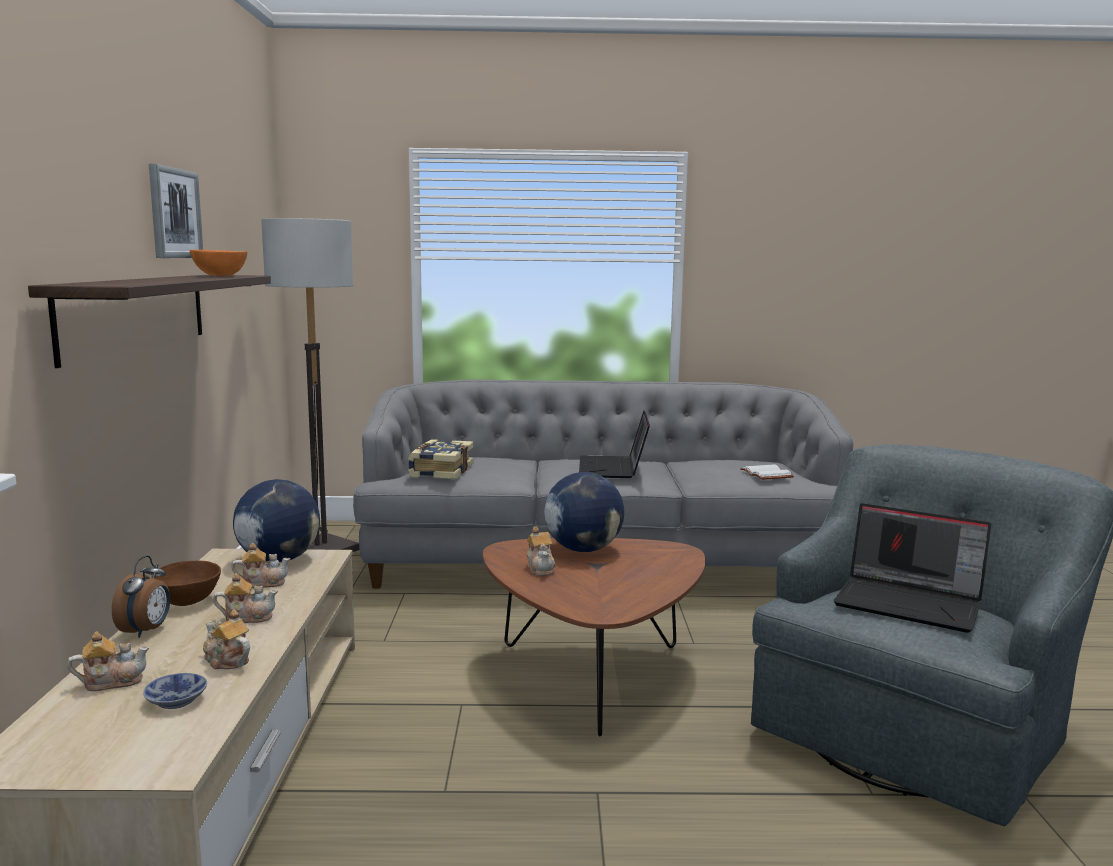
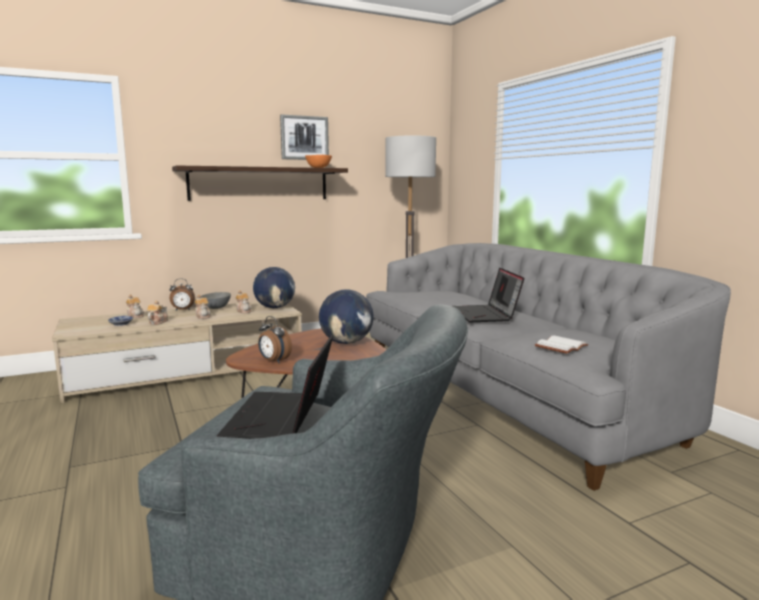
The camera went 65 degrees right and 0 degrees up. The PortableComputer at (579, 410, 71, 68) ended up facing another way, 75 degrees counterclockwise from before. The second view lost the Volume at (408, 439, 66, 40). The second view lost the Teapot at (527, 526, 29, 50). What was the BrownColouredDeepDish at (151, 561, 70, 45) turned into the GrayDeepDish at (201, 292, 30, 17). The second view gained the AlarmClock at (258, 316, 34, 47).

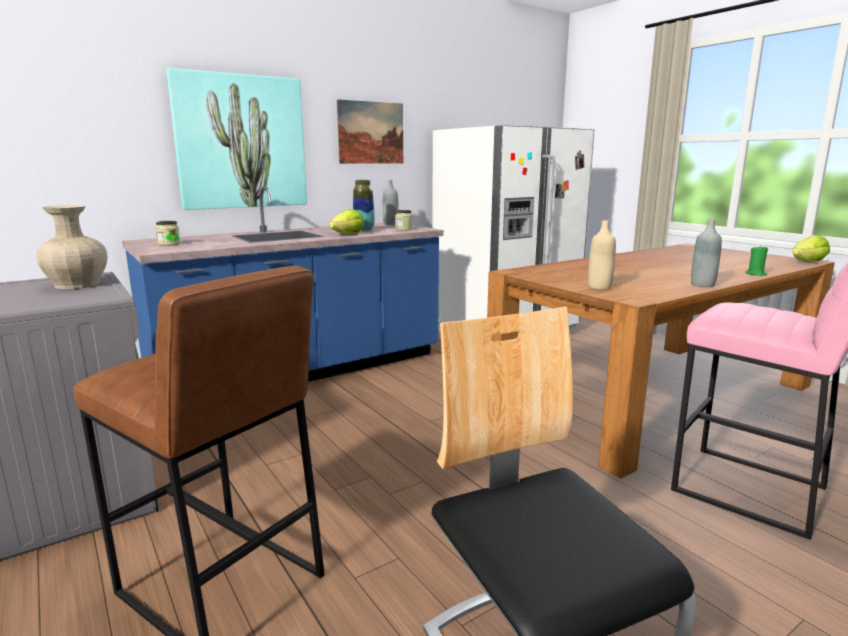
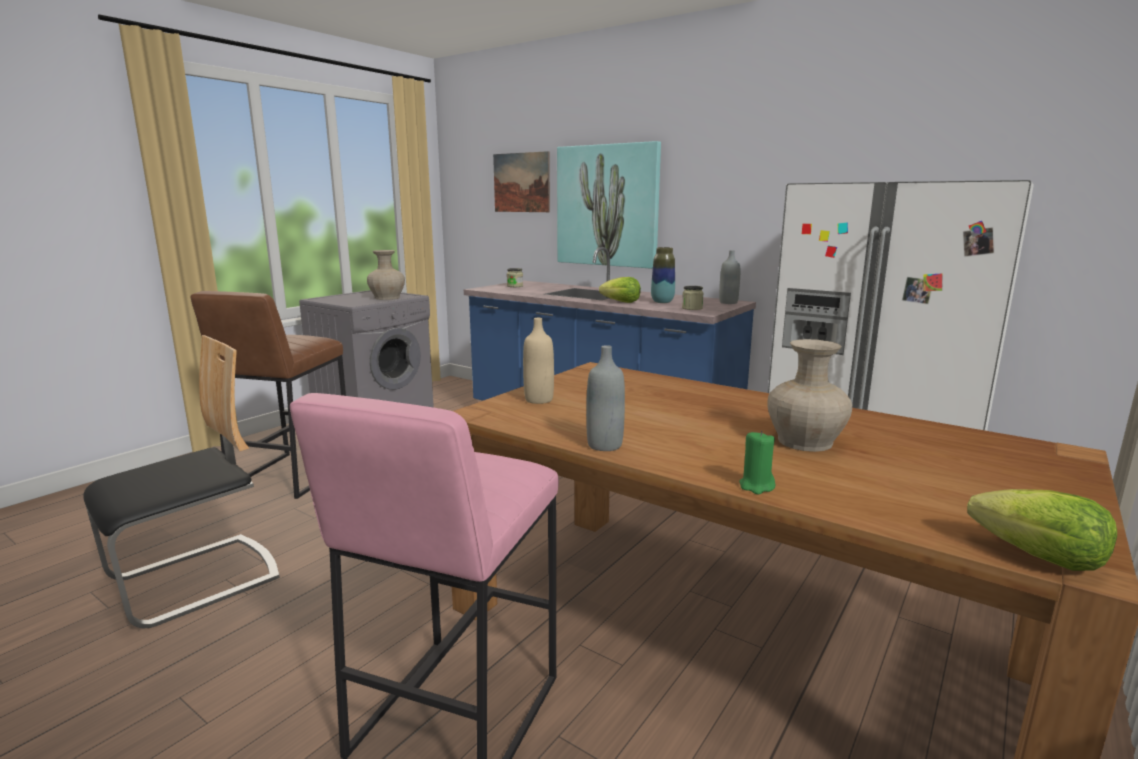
The camera went 70 degrees right and 0 degrees up. The WallPicture ended up elsewhere, having gone from (337, 99, 66, 65) to (493, 151, 57, 61). The second view gained the SandColouredFlowerVase at (767, 339, 85, 113).

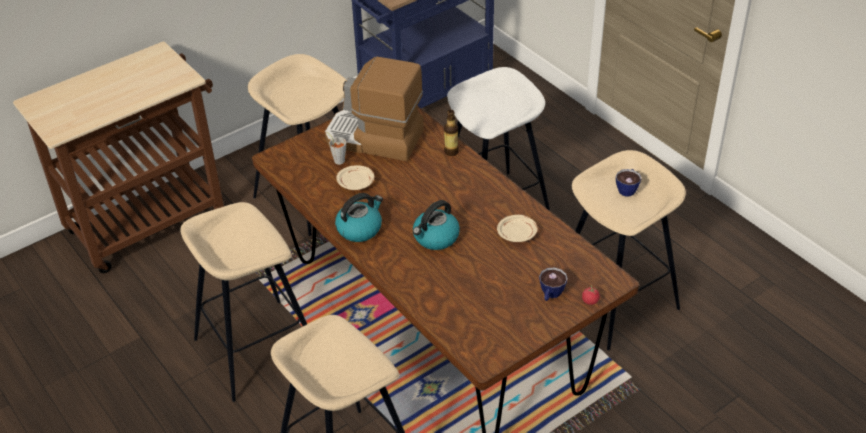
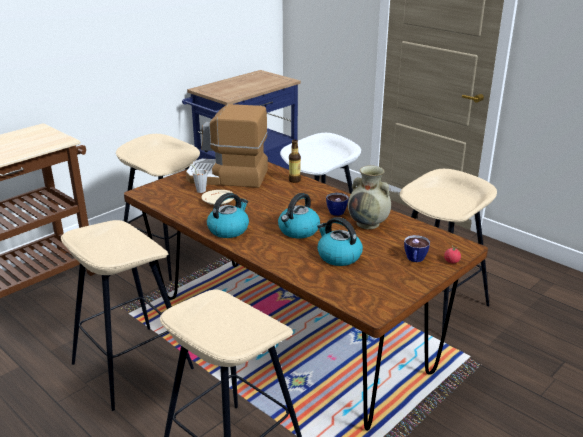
The camera went 10 degrees left and 15 degrees down. The SmallCup ended up elsewhere, having gone from (616, 169, 25, 28) to (326, 193, 23, 23). Where the SandColouredDinnerPlate stood at (497, 215, 40, 27), the SandColouredFlowerVase came to stand at (348, 166, 43, 63). The second view gained the WaterKettle at (317, 217, 46, 49).

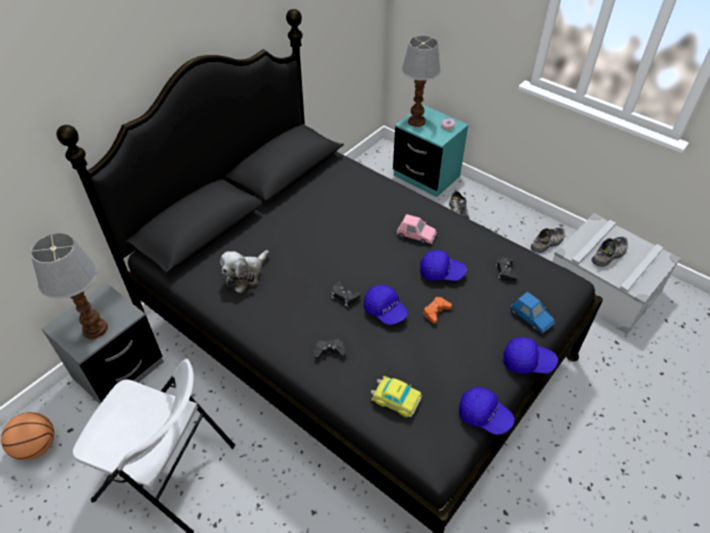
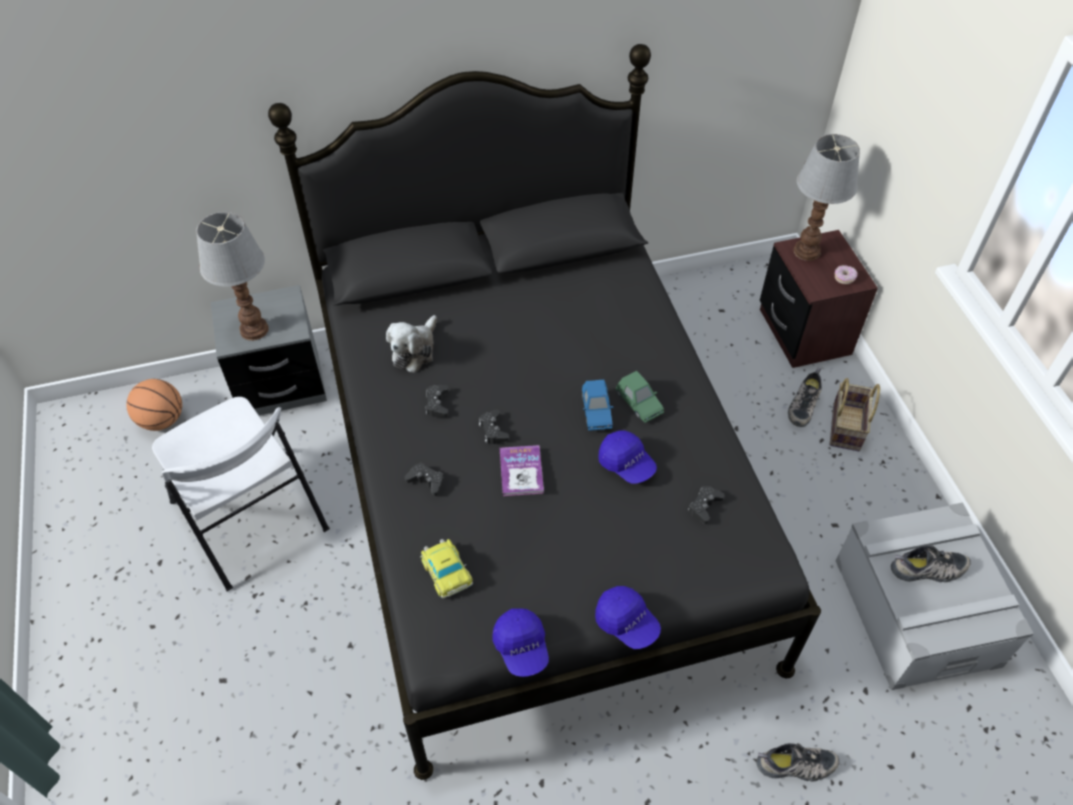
The camera went 35 degrees right and 5 degrees up. What was the BlueGreenNightTable at (393, 105, 75, 92) turned into the BrownColouredNightTable at (760, 230, 118, 138). What was the PinkishMiniatureCar at (397, 214, 40, 30) turned into the GreenColouredMiniatureCar at (616, 371, 48, 52). The ItemOfFootwear ended up elsewhere, having gone from (531, 227, 34, 26) to (756, 743, 84, 39). The PlushToy at (220, 250, 49, 43) ended up facing another way, 45 degrees counterclockwise from before. Where the BlueColouredCap stood at (364, 285, 44, 40), the Volume came to stand at (500, 445, 44, 51). The BlueColouredMiniatureCar ended up elsewhere, having gone from (510, 292, 45, 41) to (582, 380, 32, 51). The second view lost the OrangeyGamepad at (423, 297, 29, 26). The second view gained the StorageBasket at (830, 378, 50, 73). The second view gained the BlackishGamepad at (426, 385, 23, 32).

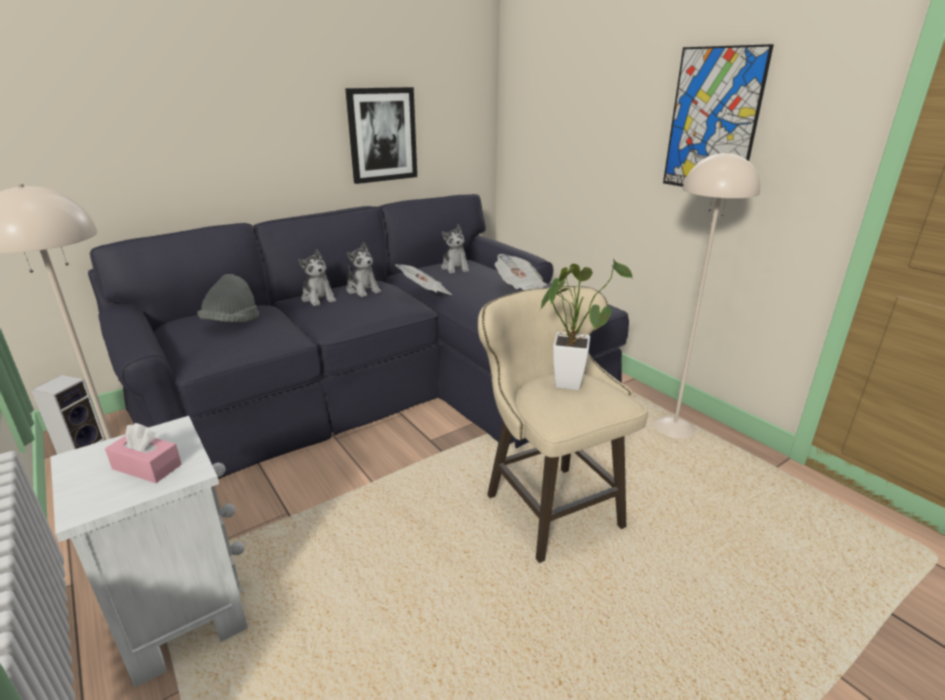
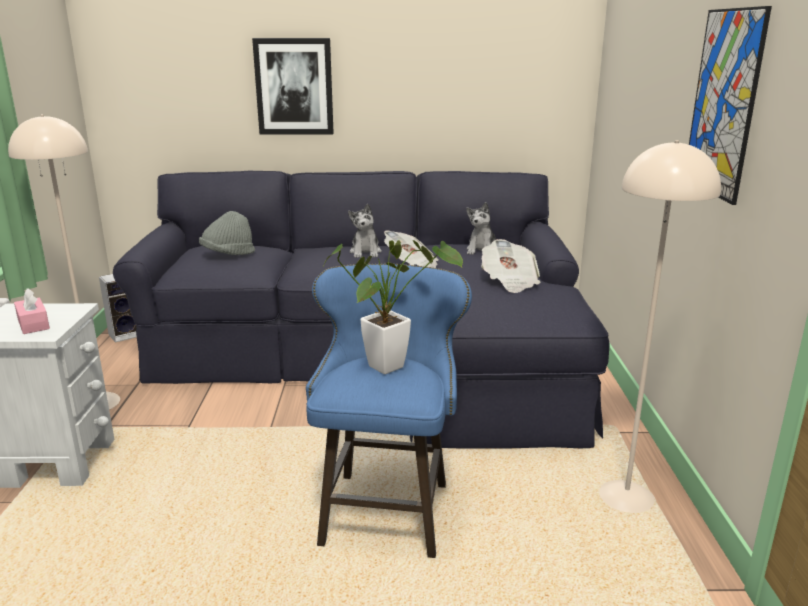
The camera went 35 degrees right and 5 degrees down. The WallPicture ended up elsewhere, having gone from (345, 87, 72, 97) to (252, 38, 82, 96). The second view lost the PlushToy at (298, 249, 38, 57). What was the SandColouredStoolSeat at (478, 286, 170, 277) turned into the BlueColouredStoolSeat at (306, 264, 166, 294).

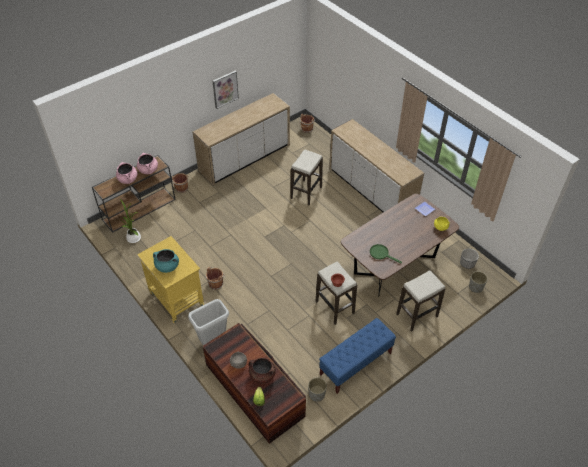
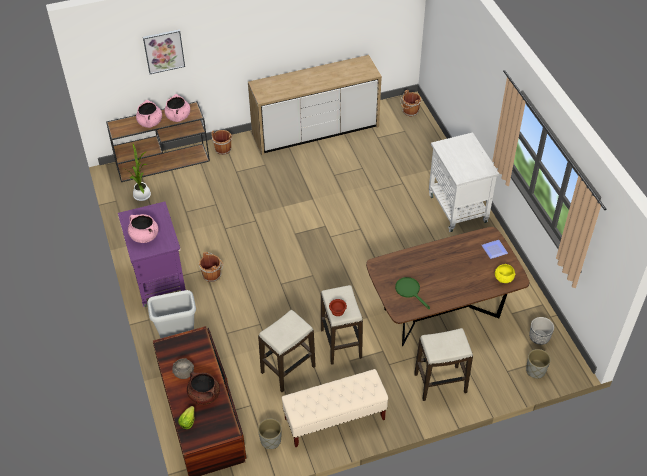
The camera went 20 degrees right and 0 degrees up. The WallPicture ended up elsewhere, having gone from (213, 71, 26, 38) to (143, 29, 42, 45). Where the DrawerChest stood at (329, 119, 95, 93), the WhitishCart came to stand at (429, 132, 71, 100). The StoolSeat ended up elsewhere, having gone from (290, 150, 33, 55) to (258, 310, 58, 82). What was the YellowCart at (137, 236, 67, 87) turned into the PurpleCart at (118, 202, 68, 105). What was the BlueGreenSaucepot at (153, 249, 26, 24) turned into the PinkishSaucepot at (128, 214, 31, 29). What was the BlueColouredLongSeat at (319, 318, 77, 76) turned into the SandColouredLongSeat at (282, 369, 106, 78).

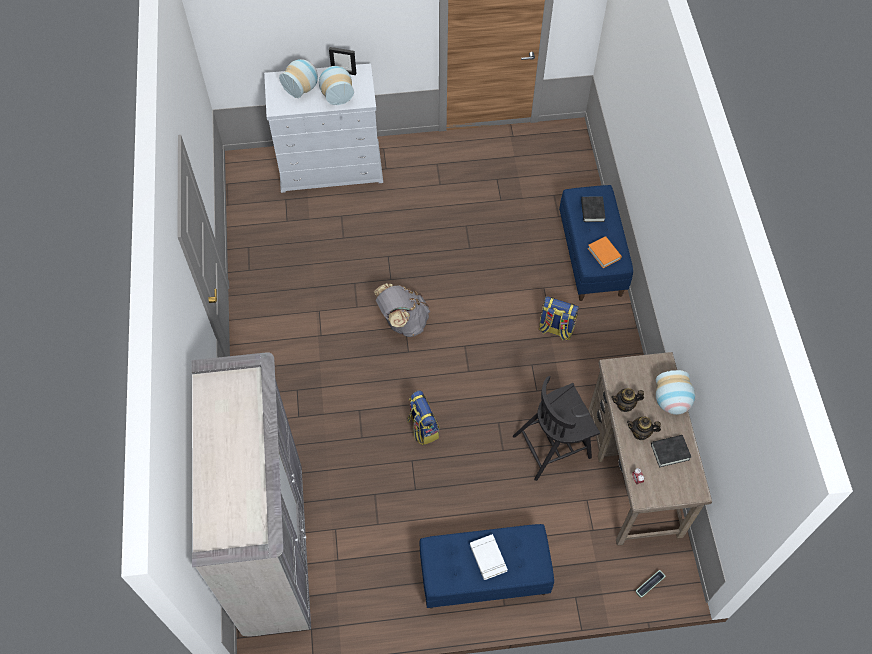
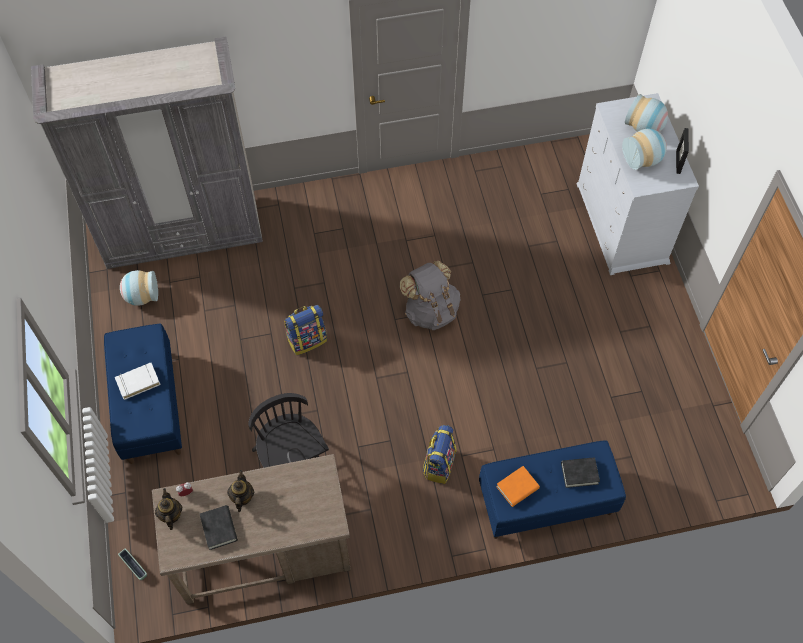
The camera went 85 degrees right and 0 degrees up. The FlowerVase ended up elsewhere, having gone from (656, 370, 39, 45) to (120, 270, 38, 36). The Teapot ended up elsewhere, having gone from (611, 388, 33, 24) to (155, 488, 27, 42).

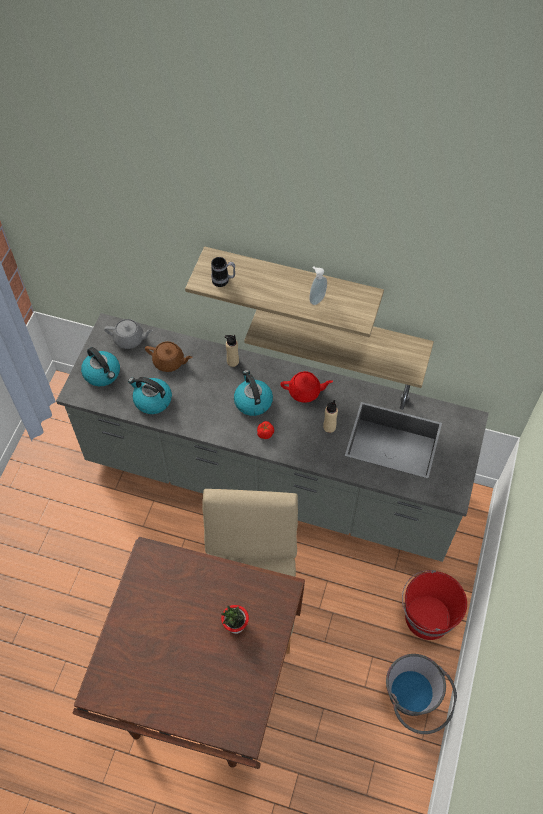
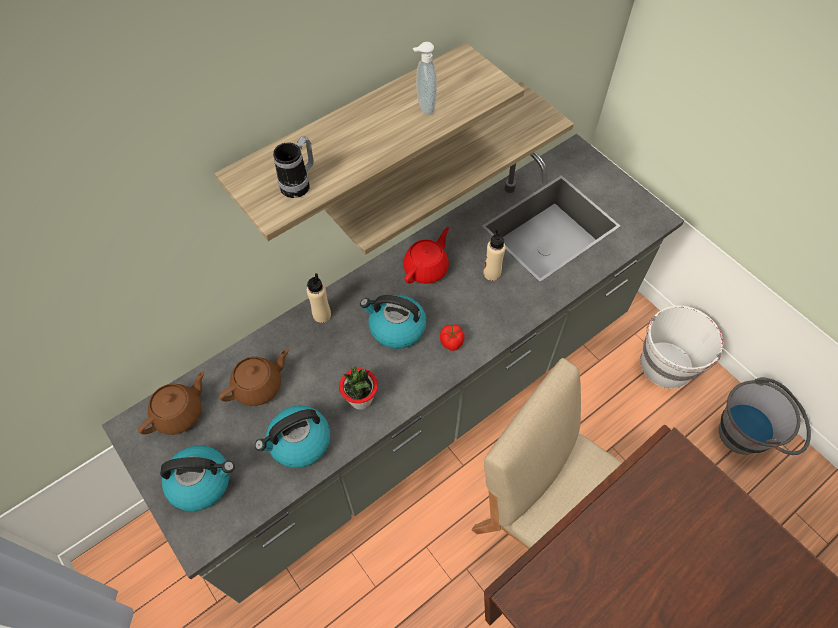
The camera went 55 degrees left and 0 degrees up. What was the GrayTeapot at (104, 319, 49, 30) turned into the BrownColouredTeapot at (138, 371, 67, 64). What was the RedColouredBucket at (402, 570, 65, 70) turned into the WhitishBucket at (640, 306, 83, 82). The Houseplant ended up elsewhere, having gone from (221, 605, 28, 29) to (339, 367, 39, 43).

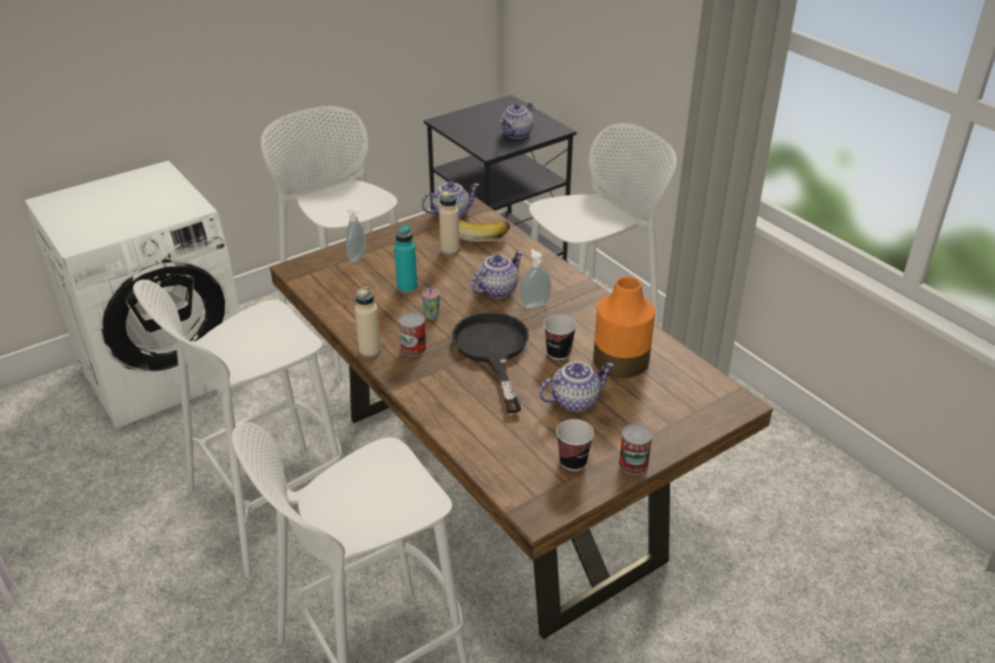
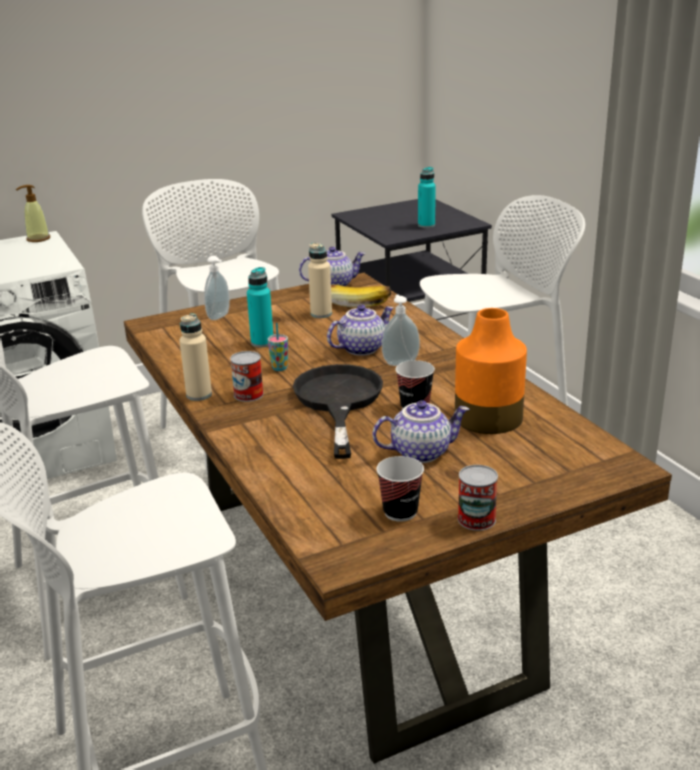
The camera went 10 degrees right and 10 degrees down. Where the Teapot stood at (500, 102, 34, 37), the BlueGreenBottle came to stand at (418, 167, 18, 61). The second view gained the SoapBottle at (16, 185, 34, 57).

